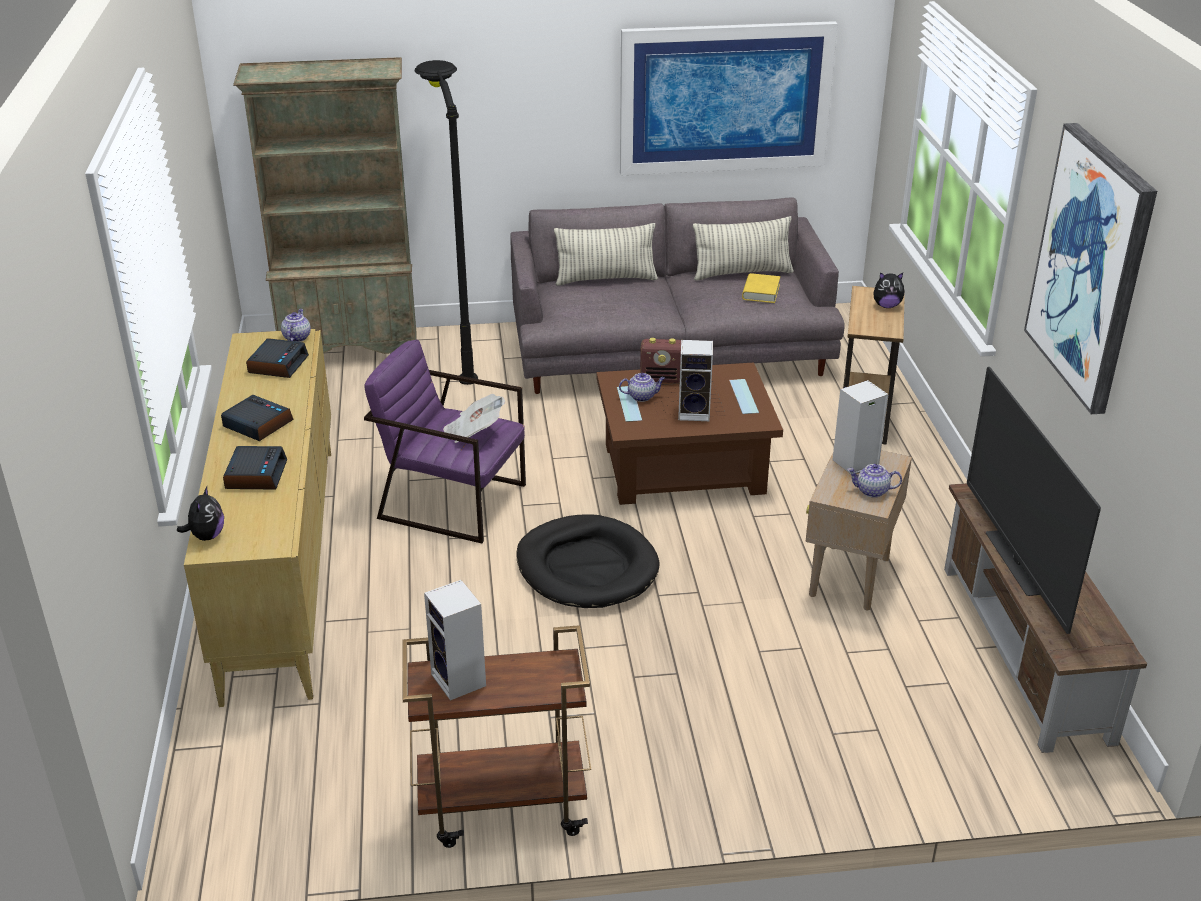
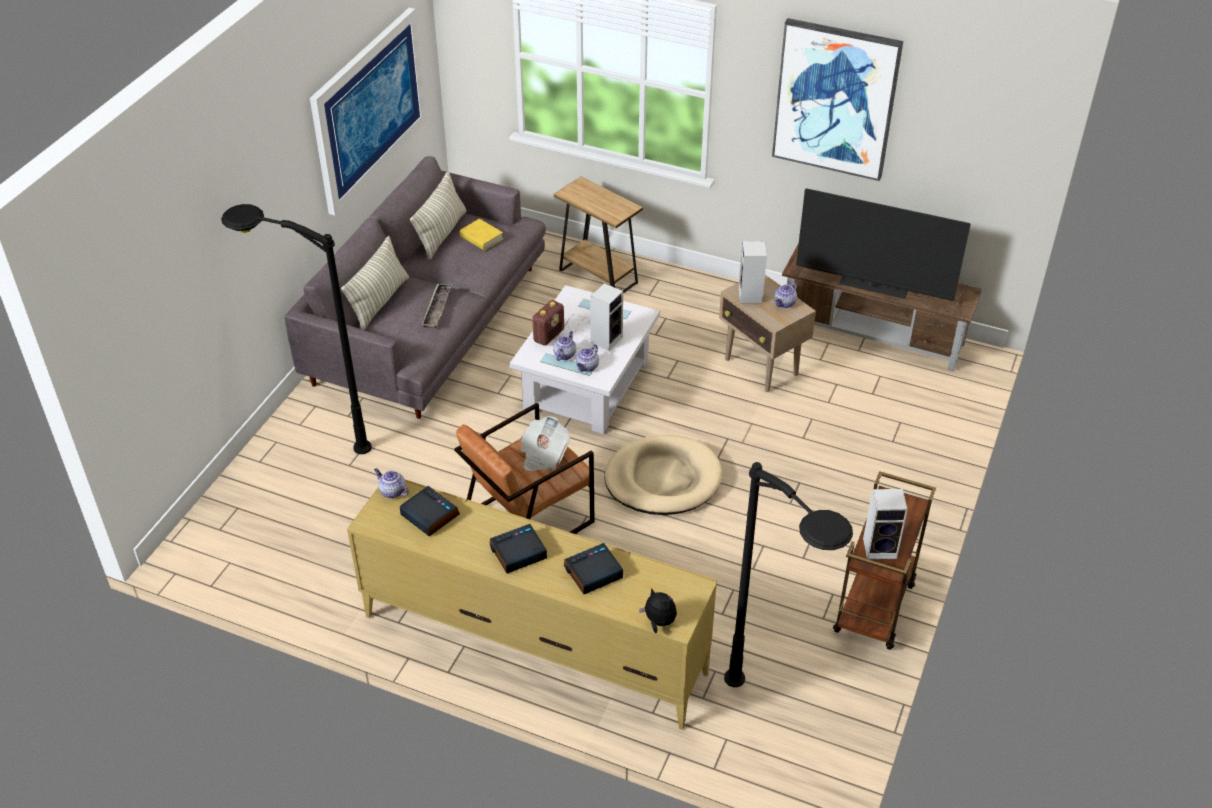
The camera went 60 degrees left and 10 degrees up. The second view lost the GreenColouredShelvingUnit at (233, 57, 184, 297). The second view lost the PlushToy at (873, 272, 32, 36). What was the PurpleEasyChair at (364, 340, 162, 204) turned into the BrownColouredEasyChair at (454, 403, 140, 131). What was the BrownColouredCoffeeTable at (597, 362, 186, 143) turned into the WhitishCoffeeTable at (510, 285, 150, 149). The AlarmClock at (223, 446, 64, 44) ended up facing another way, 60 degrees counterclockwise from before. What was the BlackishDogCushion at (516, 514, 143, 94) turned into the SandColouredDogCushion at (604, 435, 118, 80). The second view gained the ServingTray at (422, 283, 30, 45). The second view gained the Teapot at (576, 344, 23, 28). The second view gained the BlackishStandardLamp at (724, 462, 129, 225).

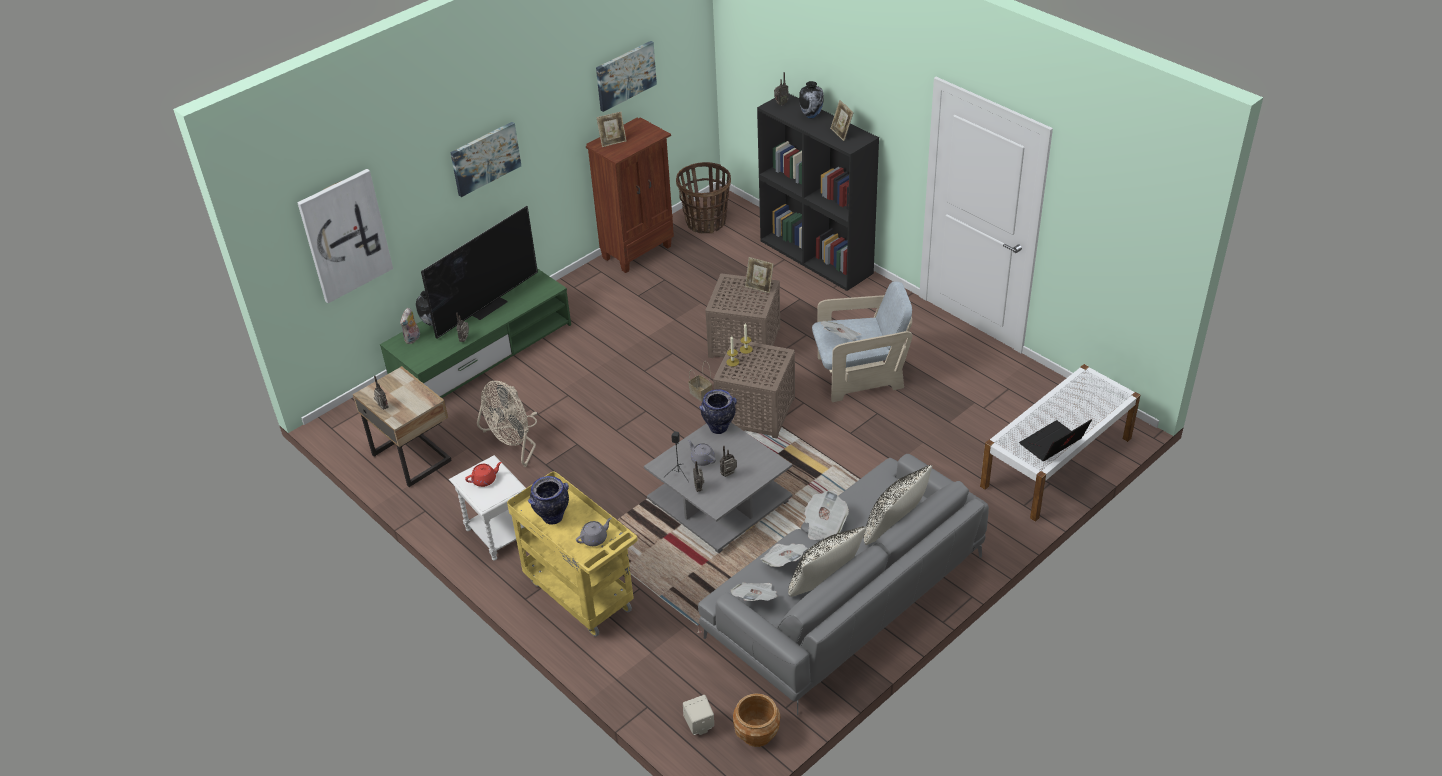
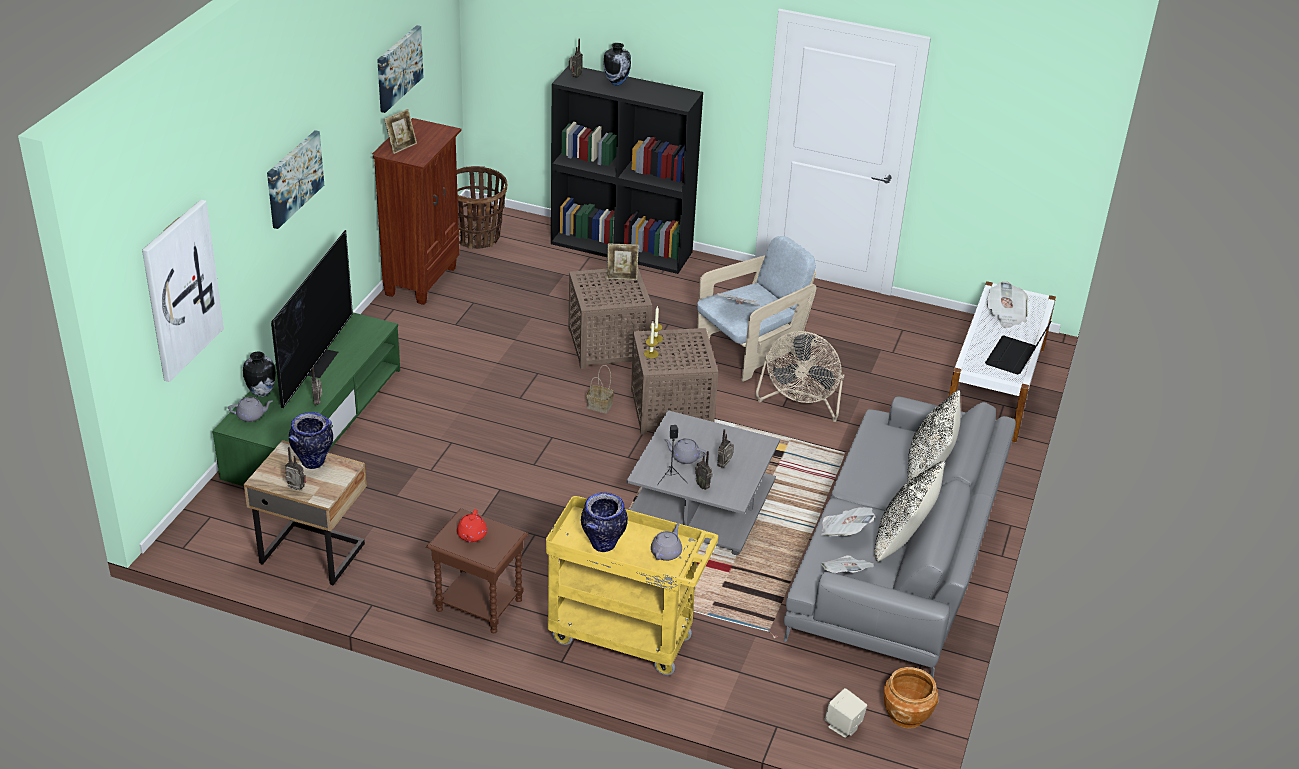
The camera went 30 degrees left and 5 degrees down. The second view lost the PictureFrame at (830, 100, 24, 41). Where the PlushToy stood at (400, 308, 20, 36), the GrayTeapot came to stand at (228, 397, 45, 25). The SandColouredFan ended up elsewhere, having gone from (477, 381, 61, 86) to (756, 331, 88, 91). The FlowerVase ended up elsewhere, having gone from (699, 389, 38, 45) to (289, 412, 44, 57). What was the WhitishSideTable at (449, 455, 77, 106) turned into the BrownColouredSideTable at (426, 508, 103, 125). The RedColouredTeapot at (465, 462, 37, 25) ended up facing another way, 150 degrees clockwise from before. The PrintedPaper ended up elsewhere, having gone from (804, 490, 45, 50) to (987, 281, 41, 47).

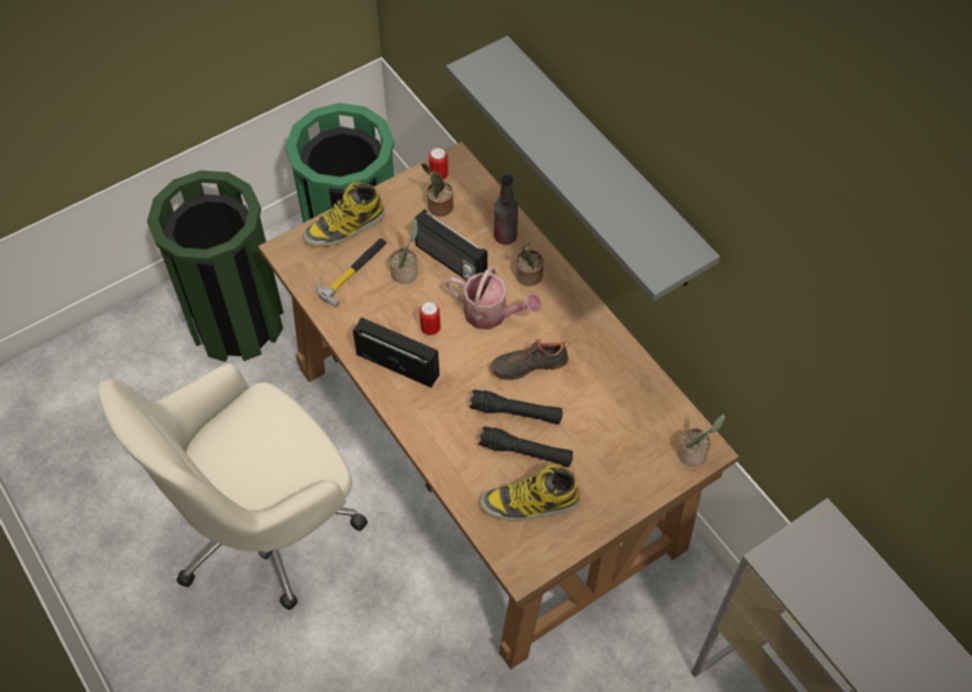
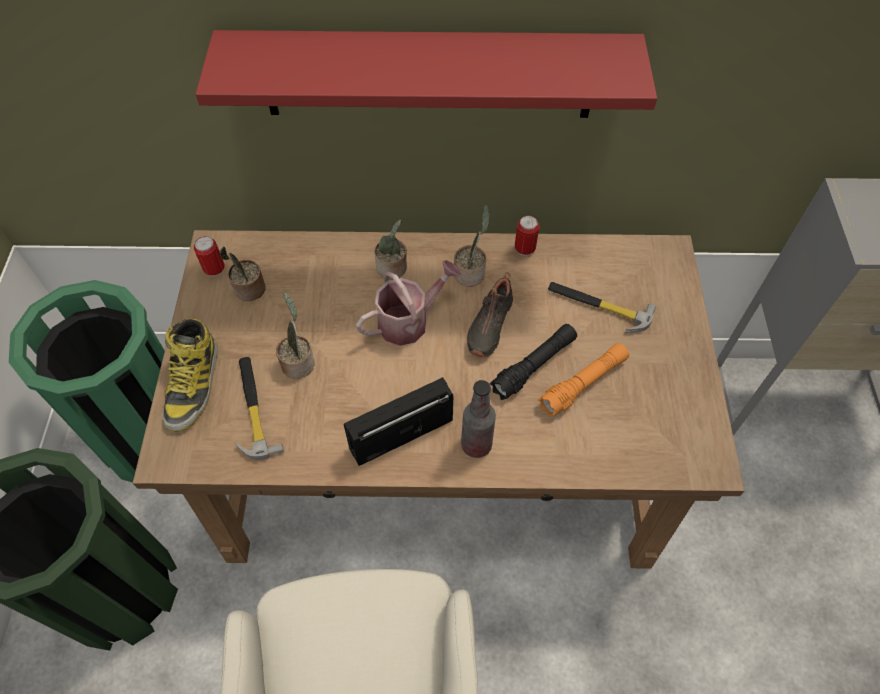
The camera went 55 degrees left and 0 degrees up. What was the GrayBracketShelf at (446, 36, 274, 265) turned into the RedColouredBracketShelf at (196, 30, 461, 88). The Bottle ended up elsewhere, having gone from (494, 175, 24, 70) to (461, 380, 35, 78). The second view lost the Radio at (415, 209, 72, 72). The Can ended up elsewhere, having gone from (419, 302, 22, 34) to (515, 216, 25, 40). The Houseplant ended up elsewhere, having gone from (677, 414, 48, 53) to (454, 204, 36, 83). What was the BlackishTorch at (479, 427, 94, 40) turned into the OrangeyTorch at (538, 343, 91, 74). The second view lost the TallBoot at (480, 464, 100, 57). The second view gained the ToolHammer at (548, 282, 108, 51).

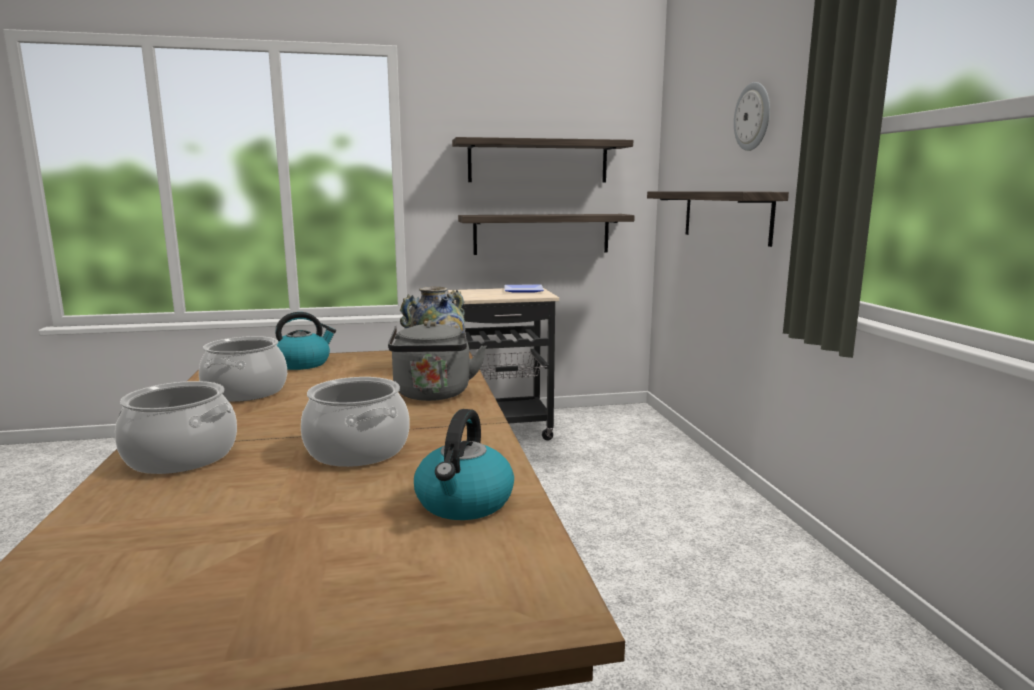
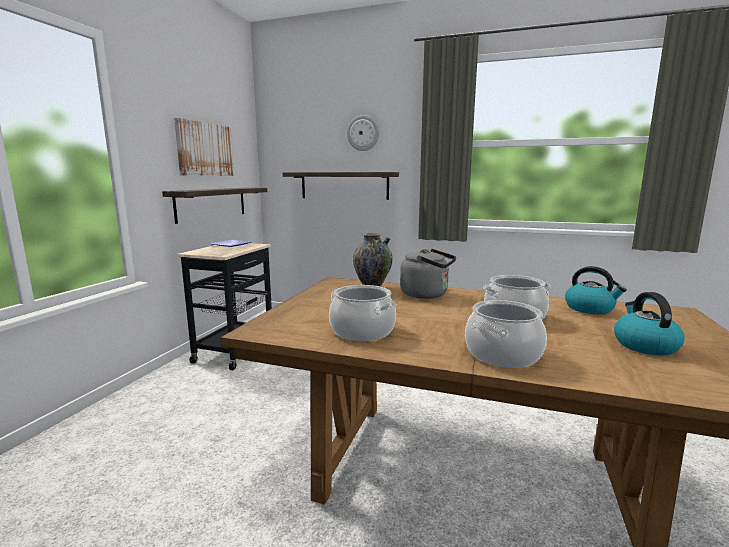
The camera went 60 degrees left and 0 degrees up. Where the BracketShelf hung at (452, 137, 181, 45), the WallPicture came to hang at (174, 118, 60, 58). The WaterKettle ended up elsewhere, having gone from (275, 312, 61, 58) to (614, 292, 71, 63).

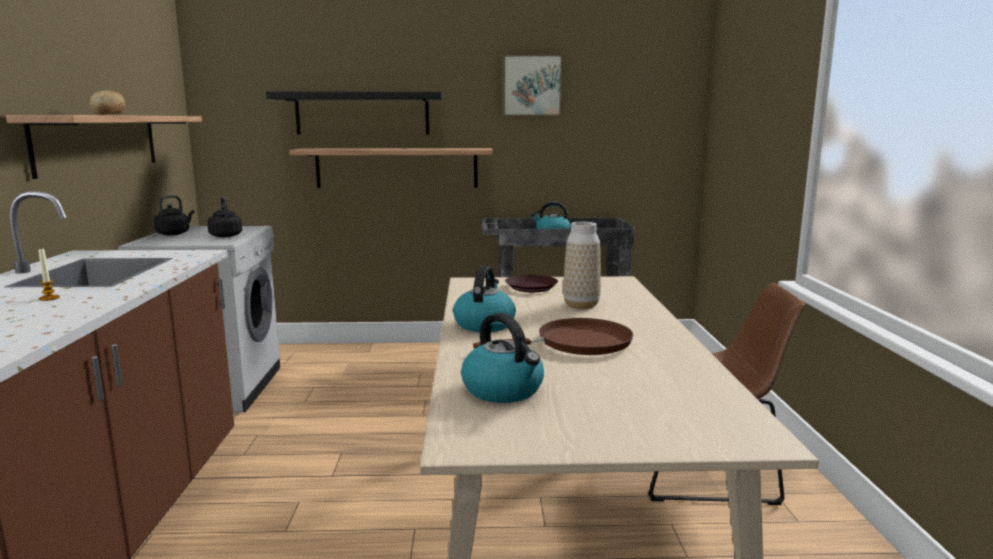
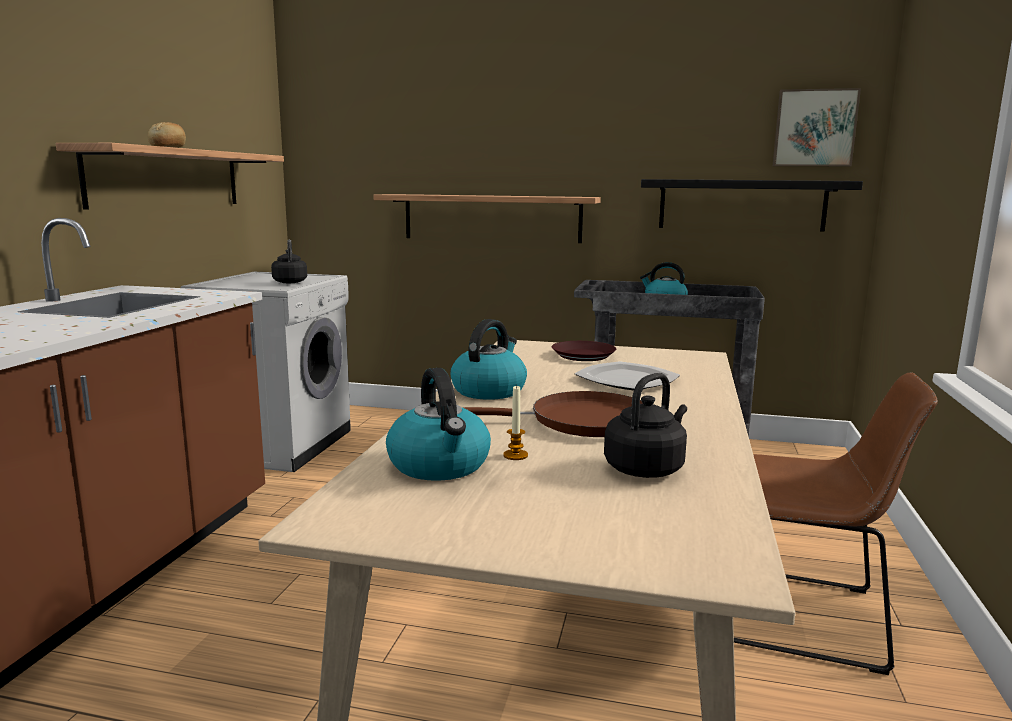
The camera went 15 degrees right and 0 degrees up. The WallPicture ended up elsewhere, having gone from (503, 55, 60, 61) to (773, 88, 88, 78). The BlackishBracketShelf ended up elsewhere, having gone from (266, 91, 178, 43) to (641, 179, 222, 53). The BlackishWaterKettle ended up elsewhere, having gone from (154, 195, 40, 40) to (604, 373, 83, 105). Where the FlowerVase stood at (563, 222, 38, 87), the DinnerPlate came to stand at (575, 361, 105, 30). The WaxCandle ended up elsewhere, having gone from (38, 249, 22, 52) to (503, 385, 25, 75).

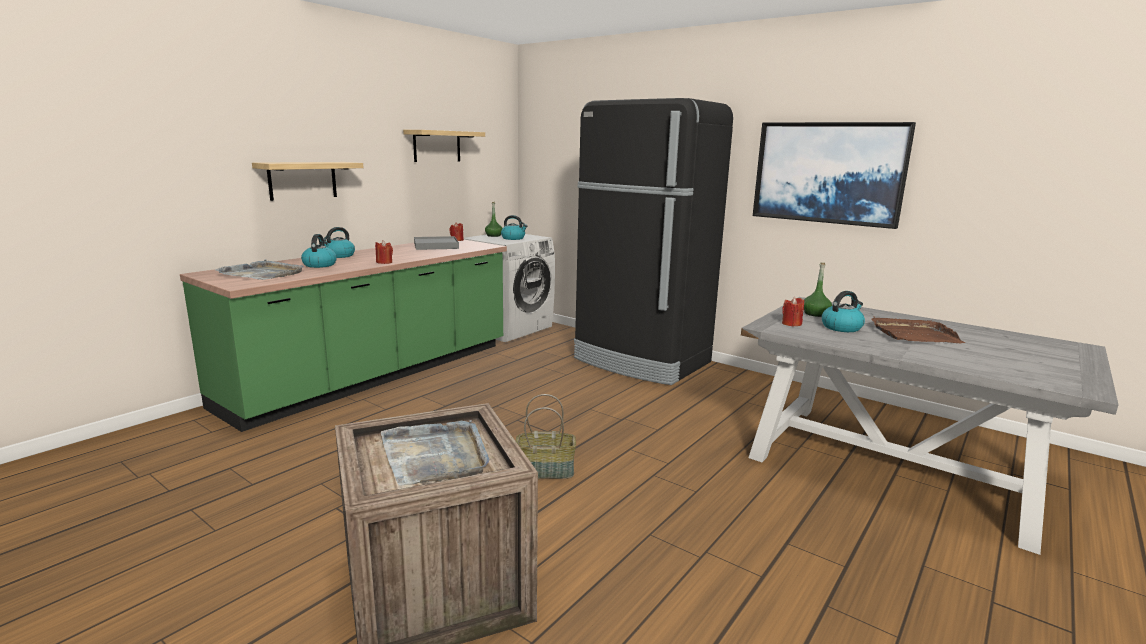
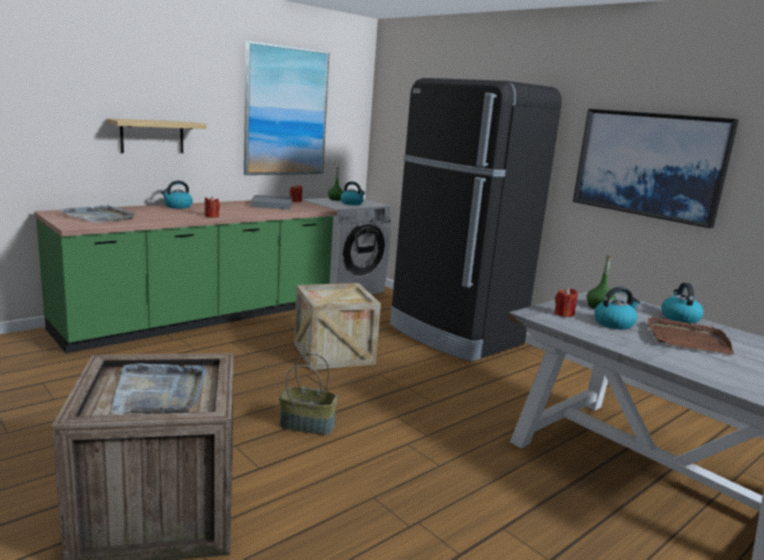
The camera went 10 degrees right and 0 degrees up. Where the BracketShelf hung at (403, 130, 82, 32), the WallPicture came to hang at (244, 41, 85, 134). The WaterKettle ended up elsewhere, having gone from (301, 234, 36, 34) to (661, 283, 43, 40). The second view gained the ShippingCrate at (294, 283, 87, 87).

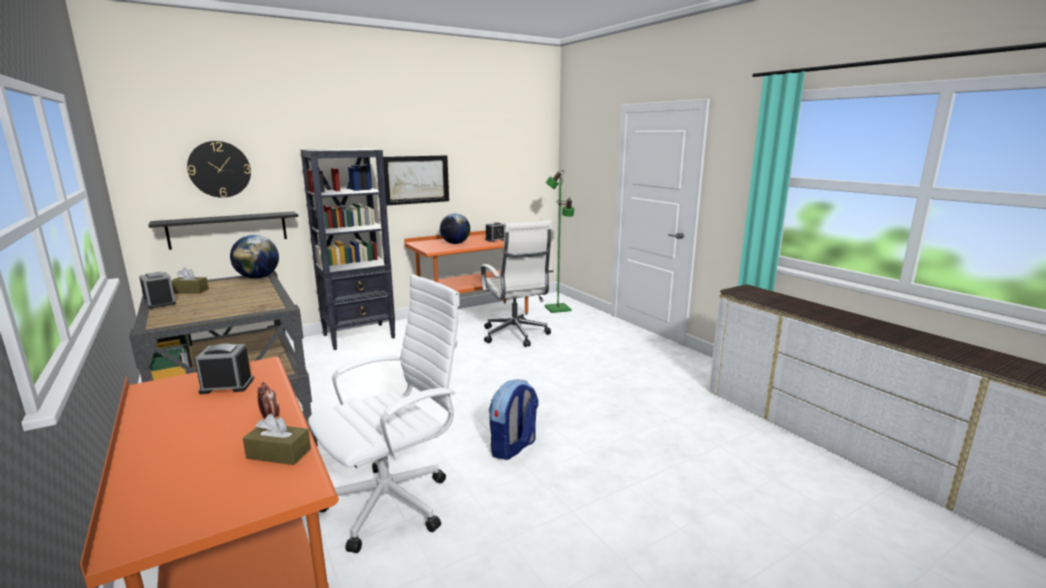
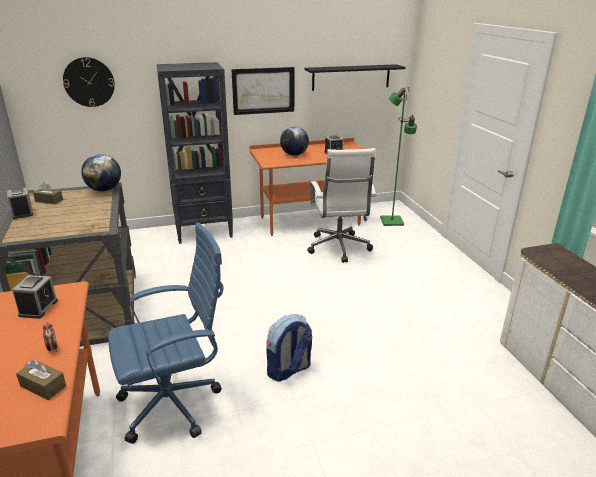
The camera went 15 degrees right and 10 degrees up. The BlackishBracketShelf ended up elsewhere, having gone from (148, 211, 150, 39) to (304, 64, 102, 27). What was the WhitishComputerChair at (308, 274, 152, 279) turned into the BlueColouredComputerChair at (108, 222, 115, 222). The AlarmClock at (195, 344, 59, 50) ended up facing another way, 90 degrees clockwise from before.

